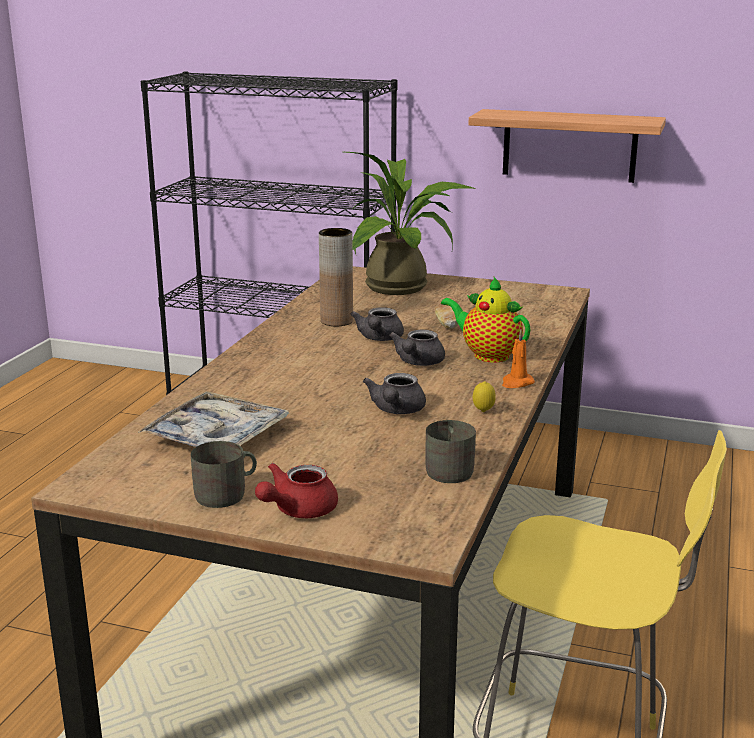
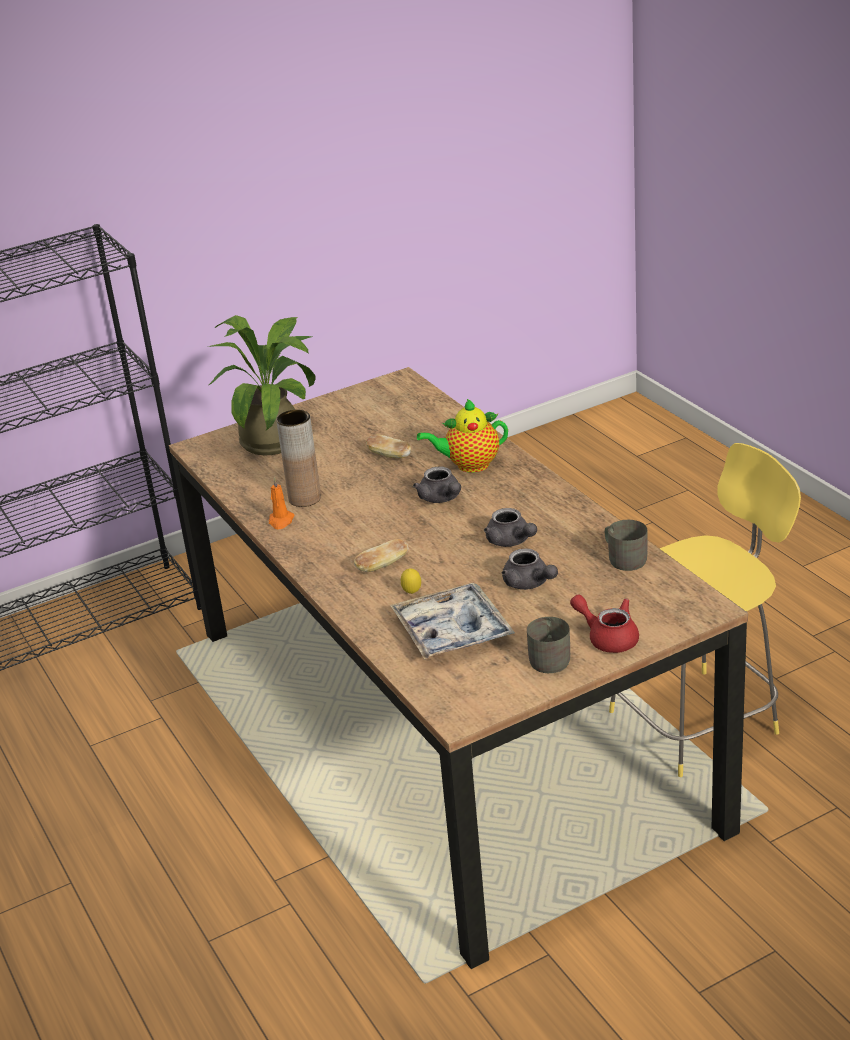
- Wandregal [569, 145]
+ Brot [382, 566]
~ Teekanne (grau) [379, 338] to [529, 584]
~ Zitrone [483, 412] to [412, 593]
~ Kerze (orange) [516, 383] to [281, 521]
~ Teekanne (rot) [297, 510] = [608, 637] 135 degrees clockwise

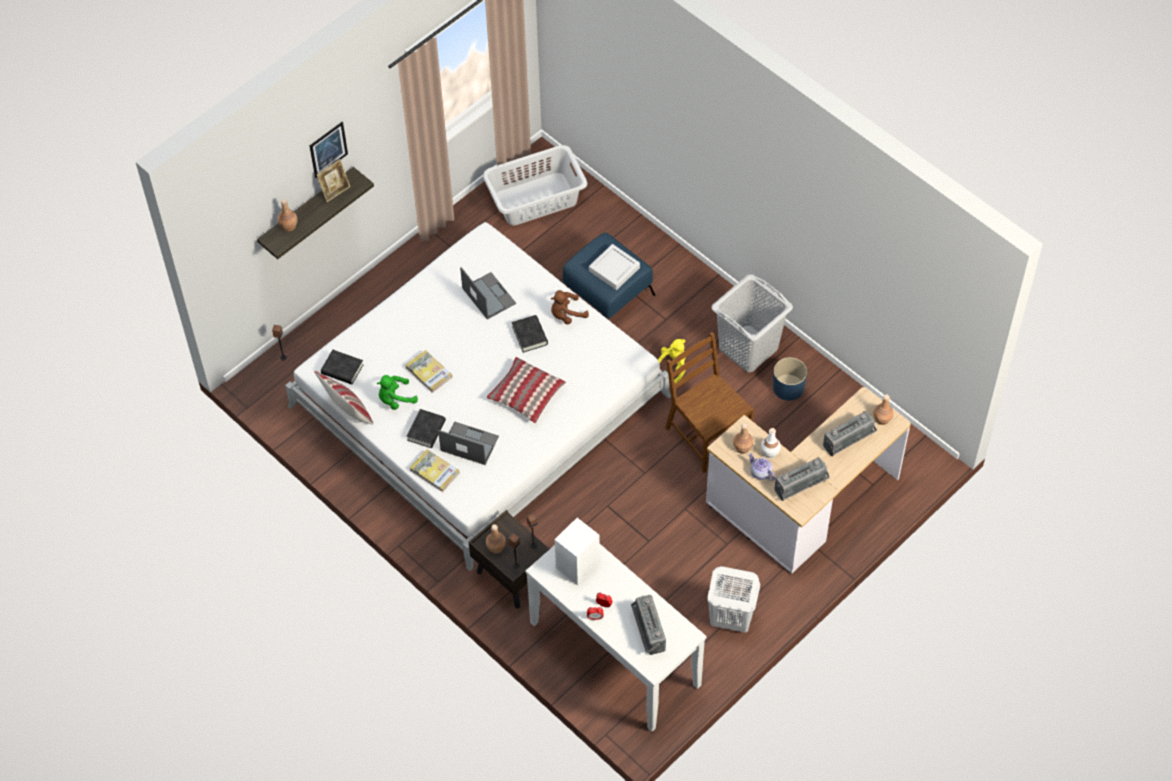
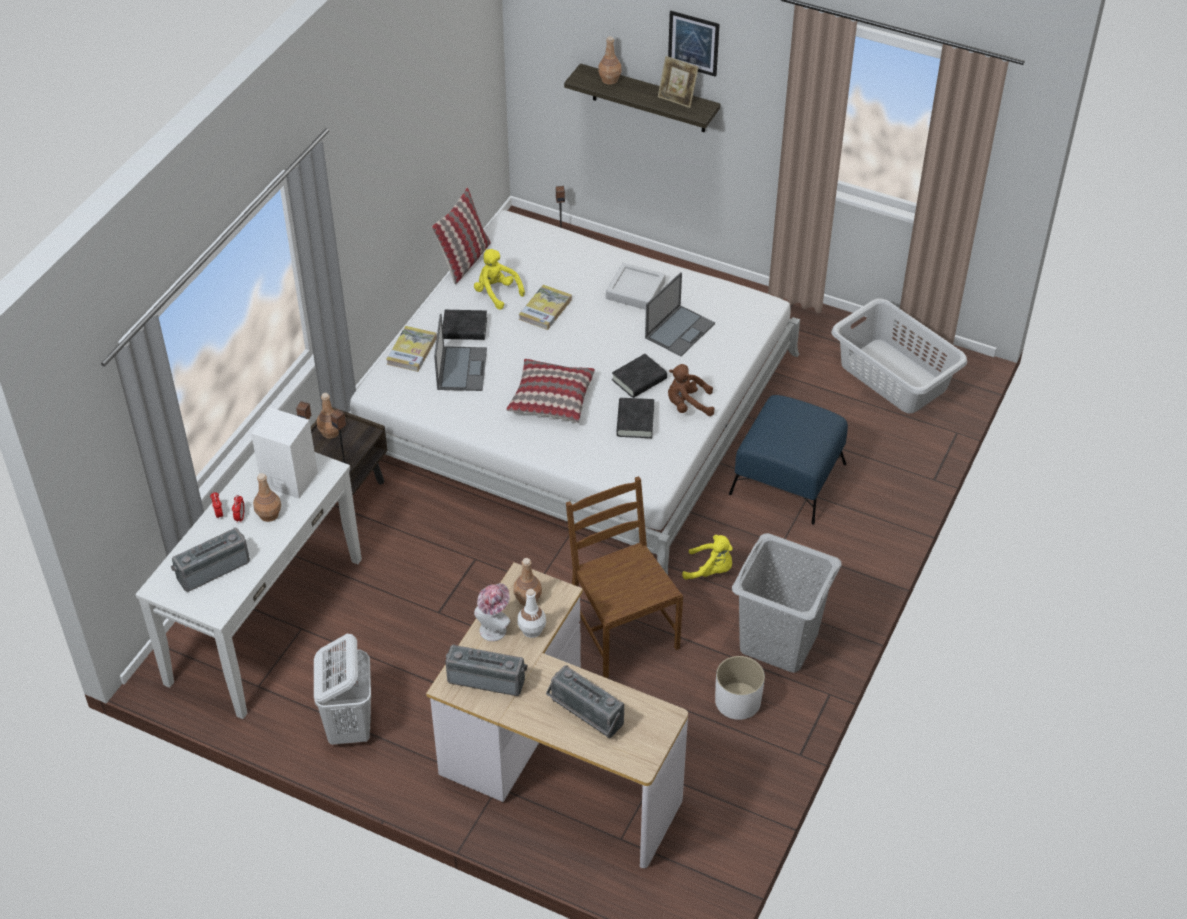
~ Buch (schwarz) [342, 369] to [635, 421]
~ Tablett (grau) [614, 269] to [635, 290]
~ Flasche (braun) [882, 419] to [268, 514]
~ Teekanne [760, 473] to Hut [494, 627]
~ Plüschtier (grün) [395, 399] to Plüschtier (gelb) [496, 293]
~ Pflanzkübel (blau) [788, 387] to Pflanzkübel (weiß) [737, 701]
~ Plüschtier (braun) [566, 315] = [688, 405] 45 degrees counterclockwise
~ Stuhl (braun) [706, 435] = [621, 630] 60 degrees counterclockwise
~ Radio [801, 487] = [487, 678] 150 degrees clockwise

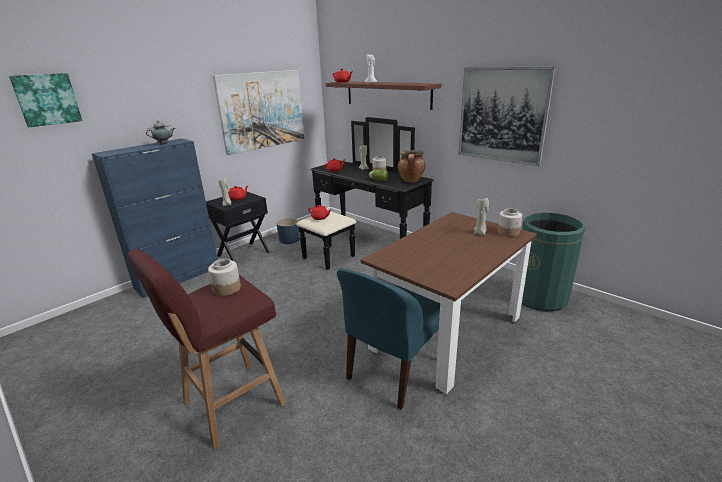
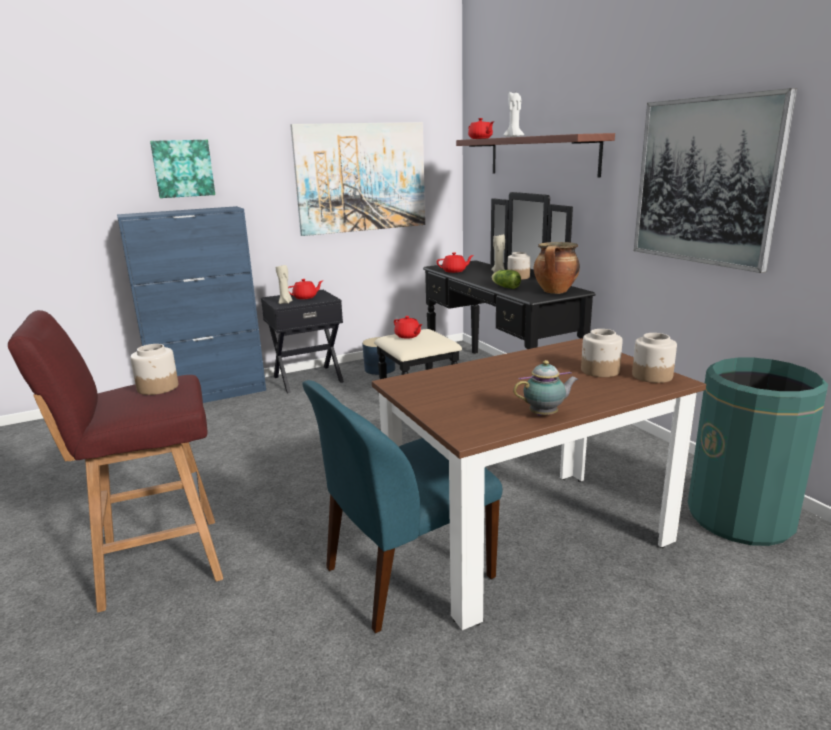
~ Bild [47, 99] to [183, 168]
~ Teekanne [164, 144] to [545, 415]
~ Kerze (beige) [480, 233] to Vorratsglas [599, 371]

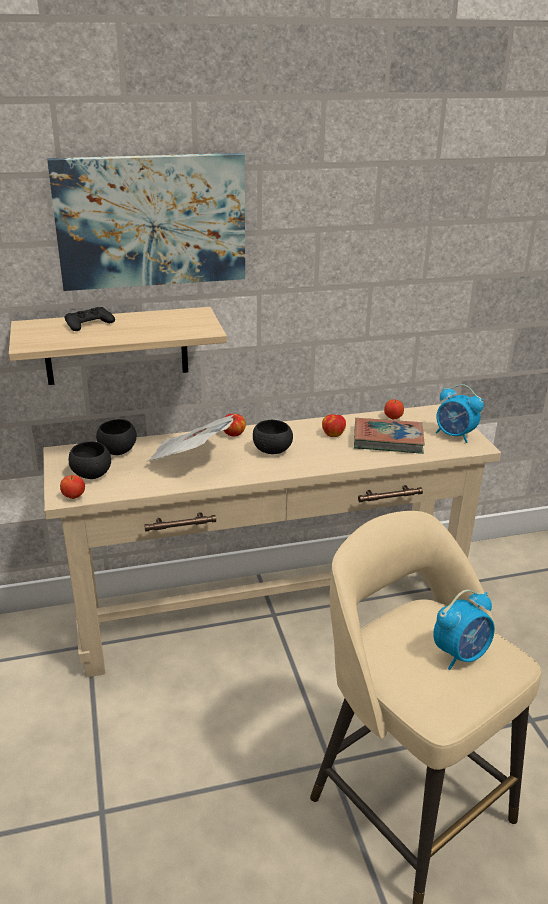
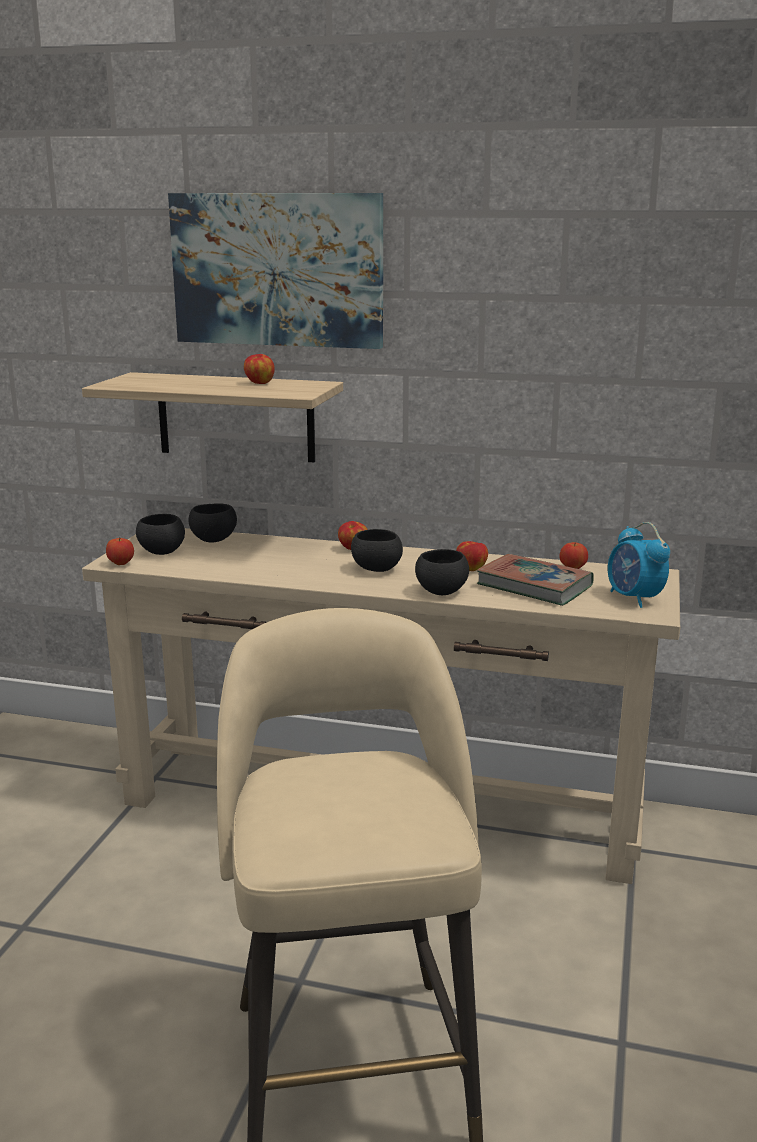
- Gamepad (schwarz) [89, 324]
- Zeitung [191, 459]
- Wecker [461, 654]
+ Apfel [259, 383]
+ Schüssel (schwarz) [441, 591]

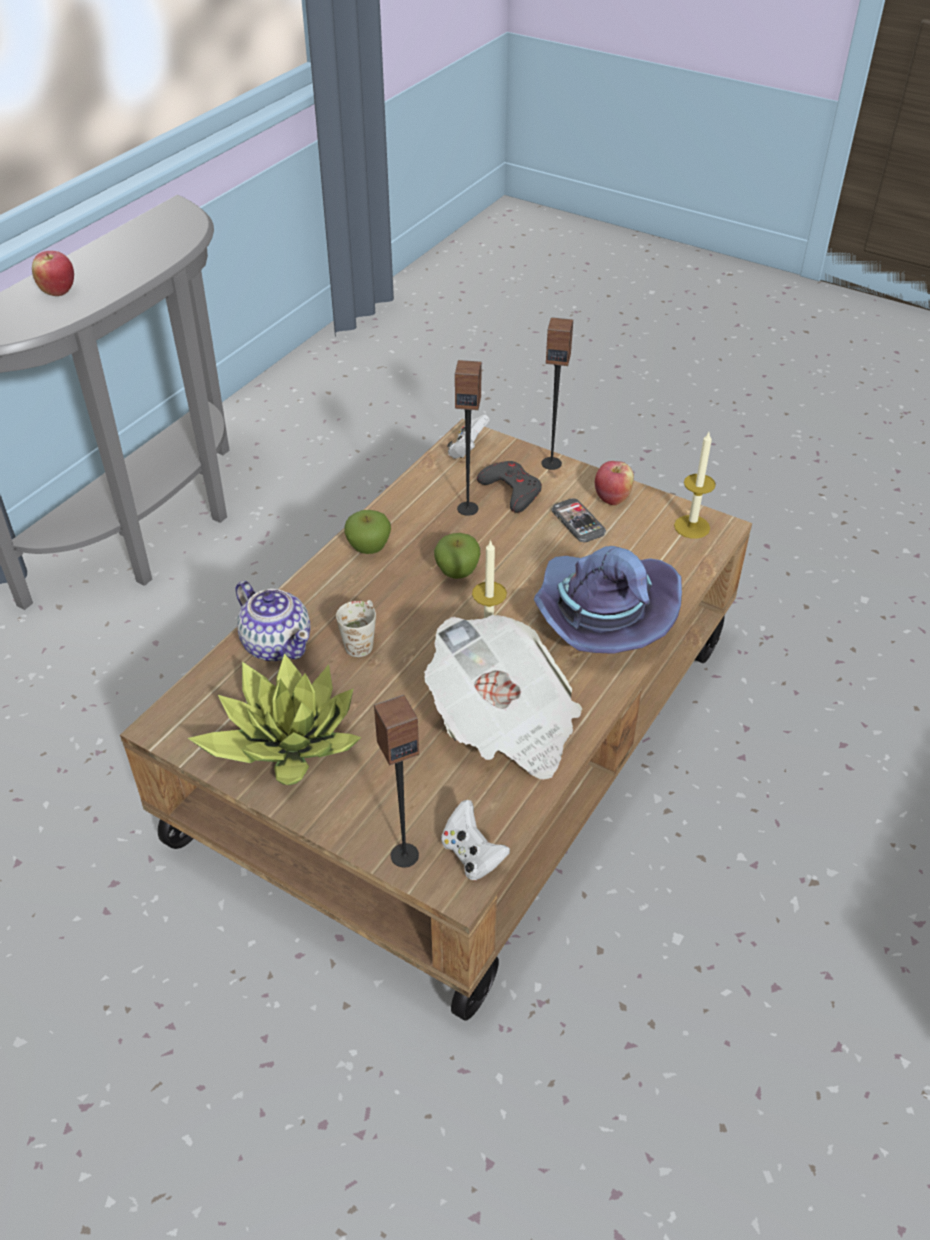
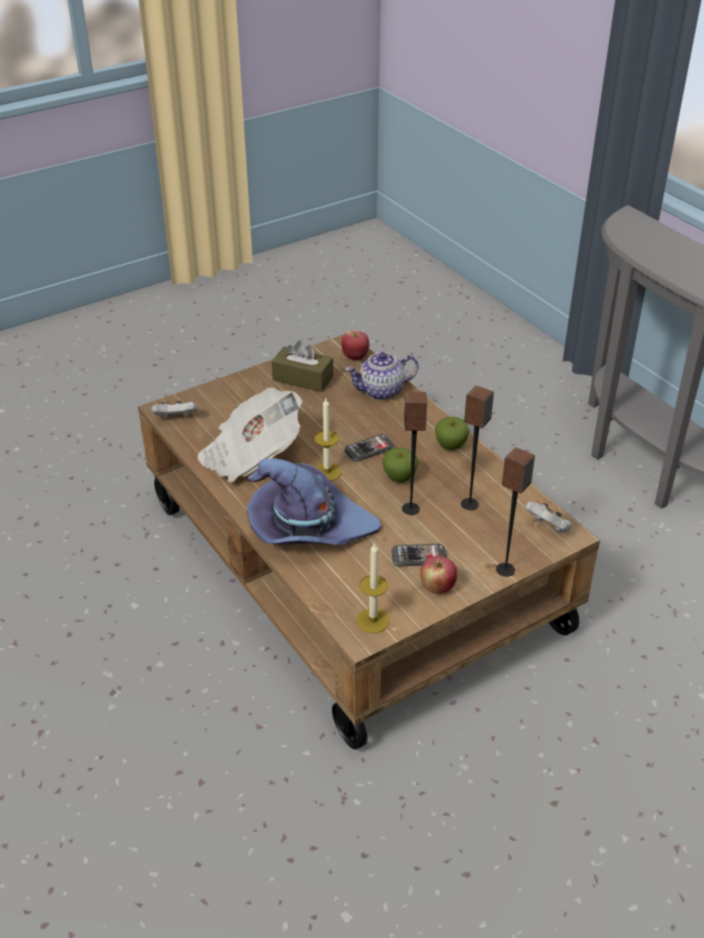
- Henkelbecher (weiß) [362, 640]
- Gamepad (grau) [511, 490]
+ Handy [369, 449]
~ Apfel [58, 292] to [355, 357]
~ Lautsprecher [404, 855] to [411, 509]
~ Topfpflanze [284, 741] to Taschentuchbox (braun) [303, 378]

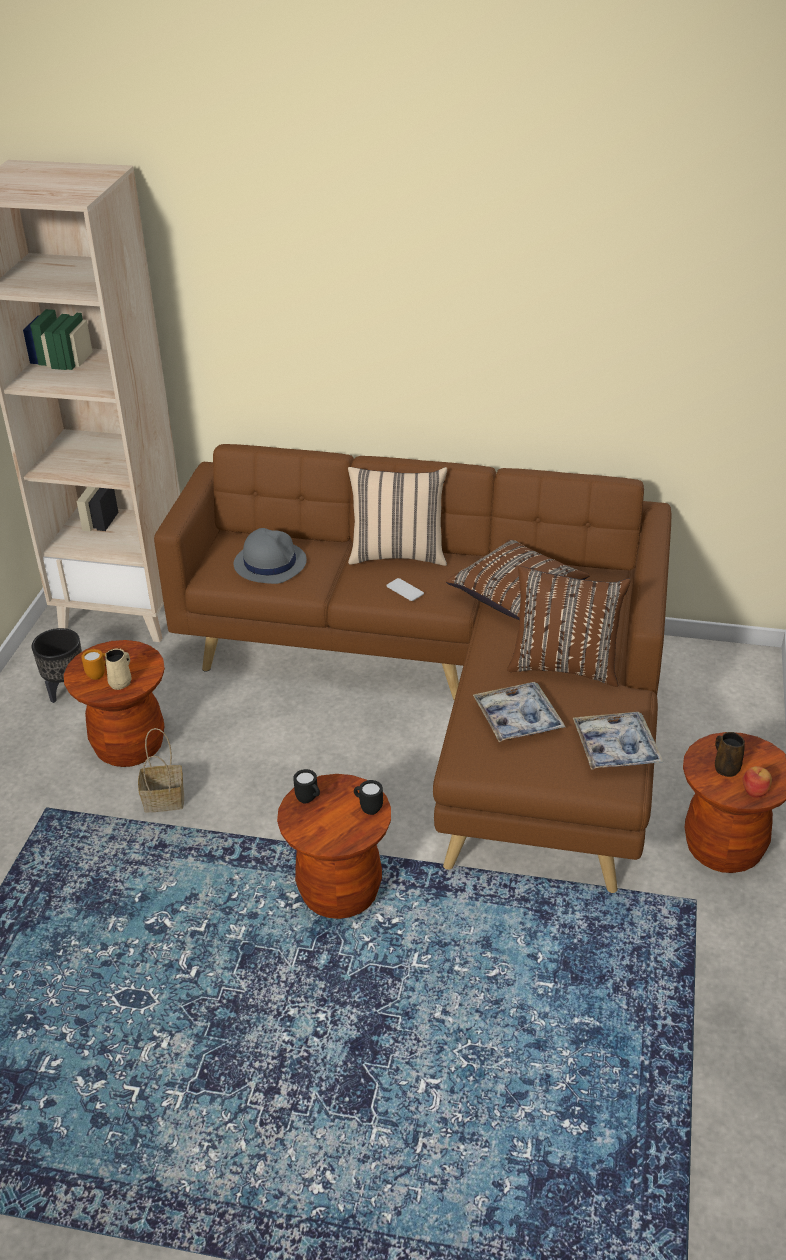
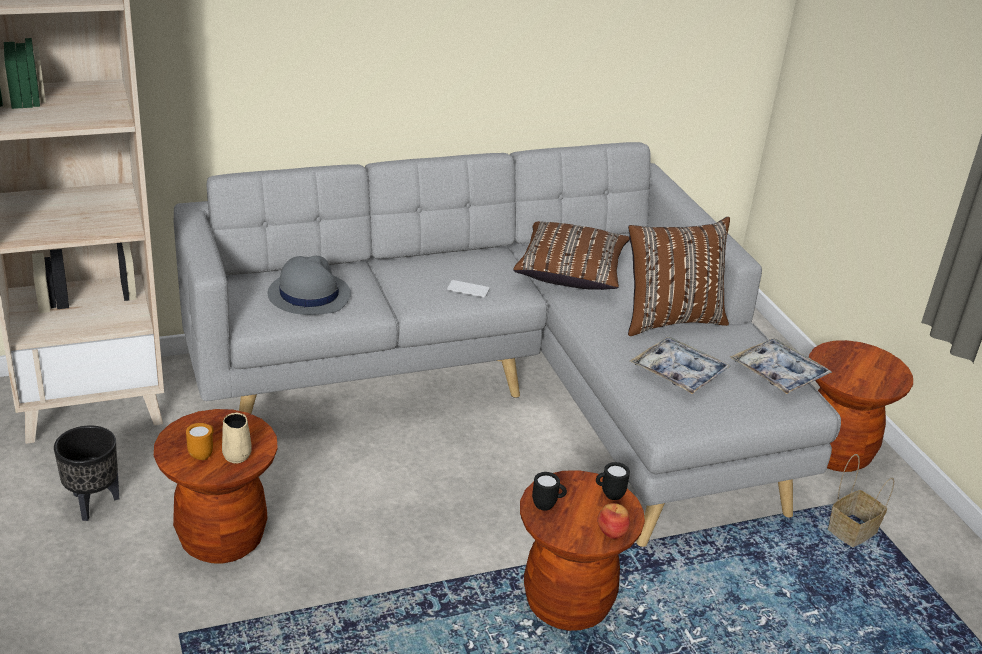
- Kissen (beige) [398, 554]
- Henkelbecher (braun) [726, 768]
~ Korb [165, 799] to [852, 530]
~ Apfel [755, 791] to [612, 531]
~ Sofa (braun) [455, 701] to Sofa (grau) [515, 398]

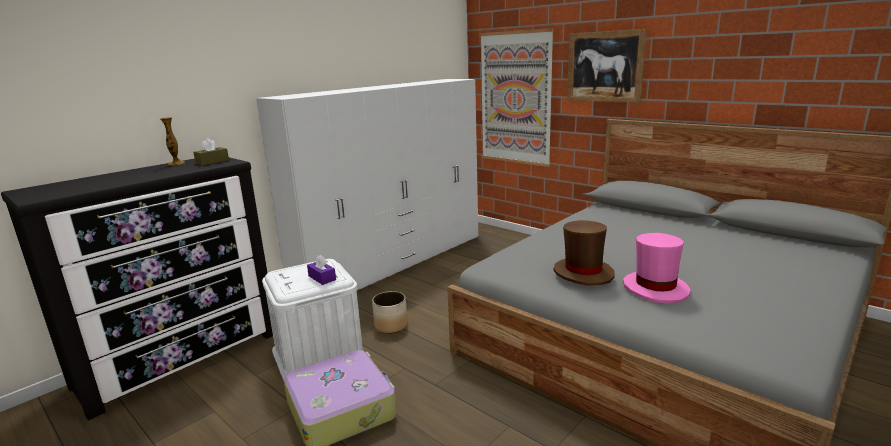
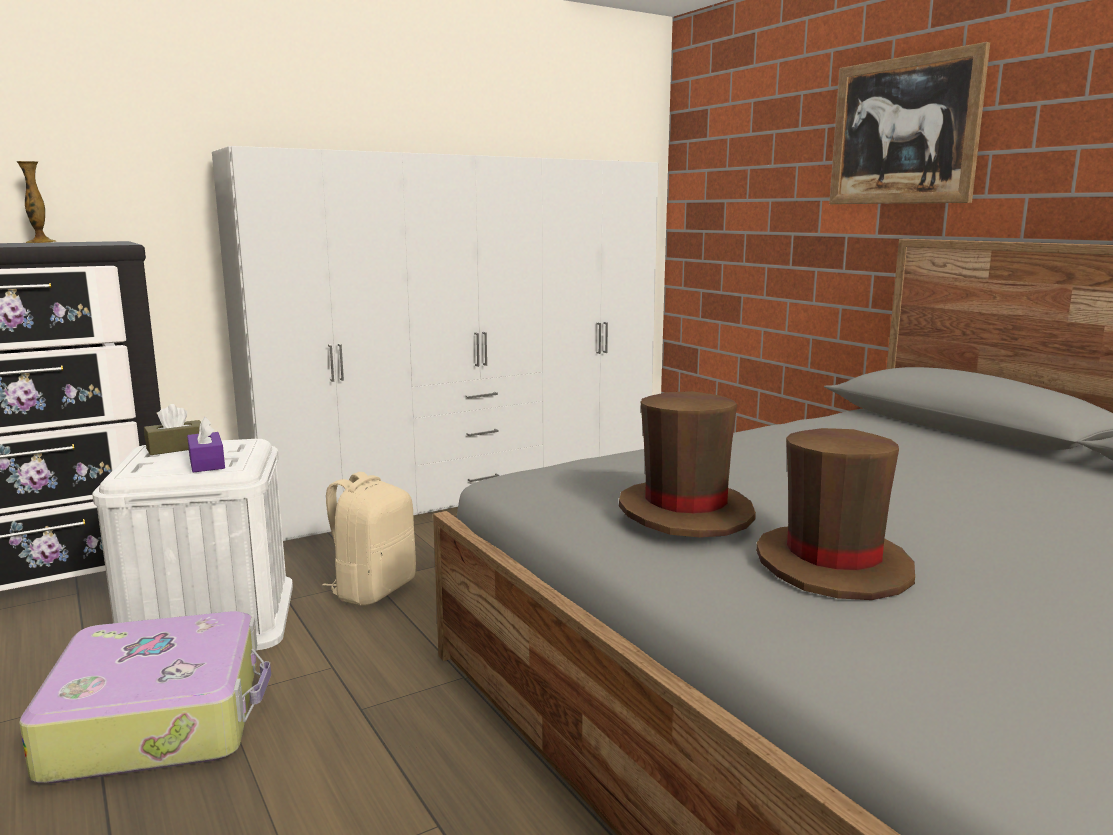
- Bild [515, 99]
~ Taschentuchbox (braun) [212, 162] to [176, 448]
~ Pflanzkübel [391, 325] to Rucksack (beige) [373, 589]
~ Hut (rosa) [655, 288] to Hut (braun) [833, 565]

